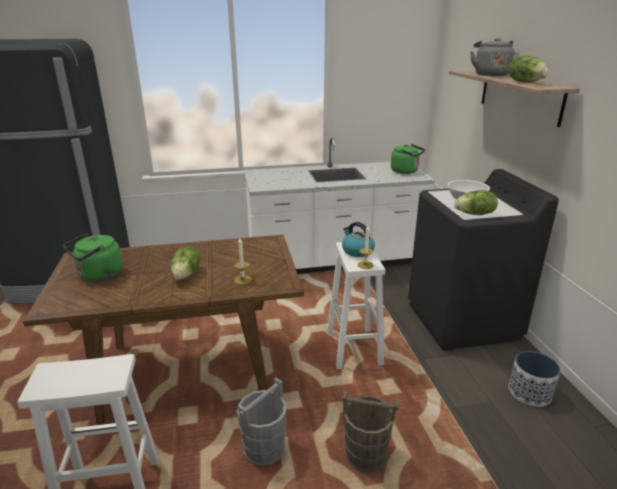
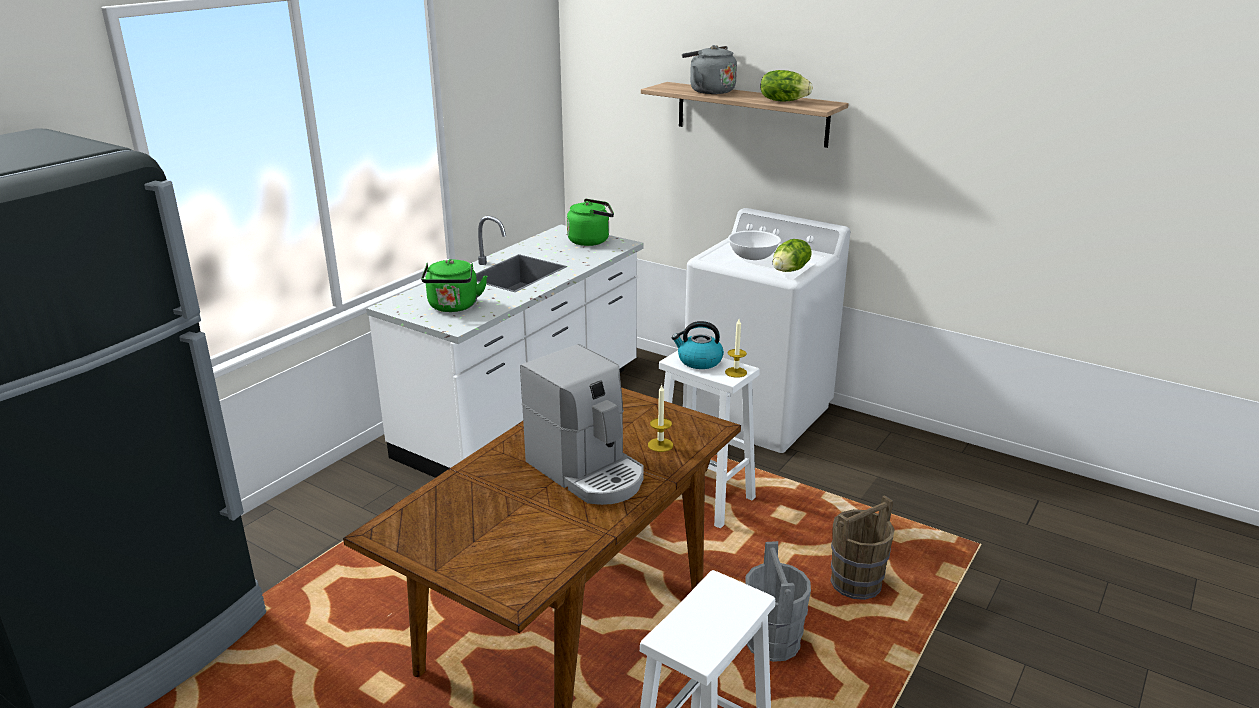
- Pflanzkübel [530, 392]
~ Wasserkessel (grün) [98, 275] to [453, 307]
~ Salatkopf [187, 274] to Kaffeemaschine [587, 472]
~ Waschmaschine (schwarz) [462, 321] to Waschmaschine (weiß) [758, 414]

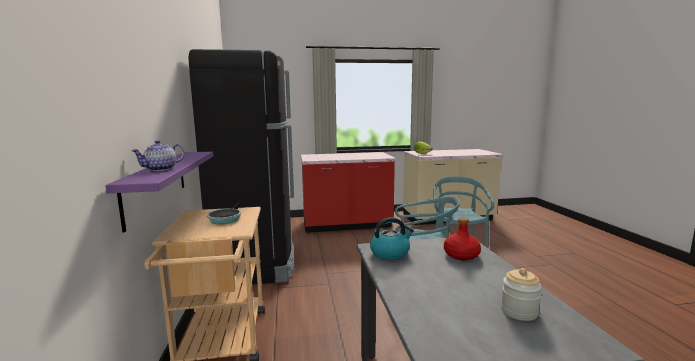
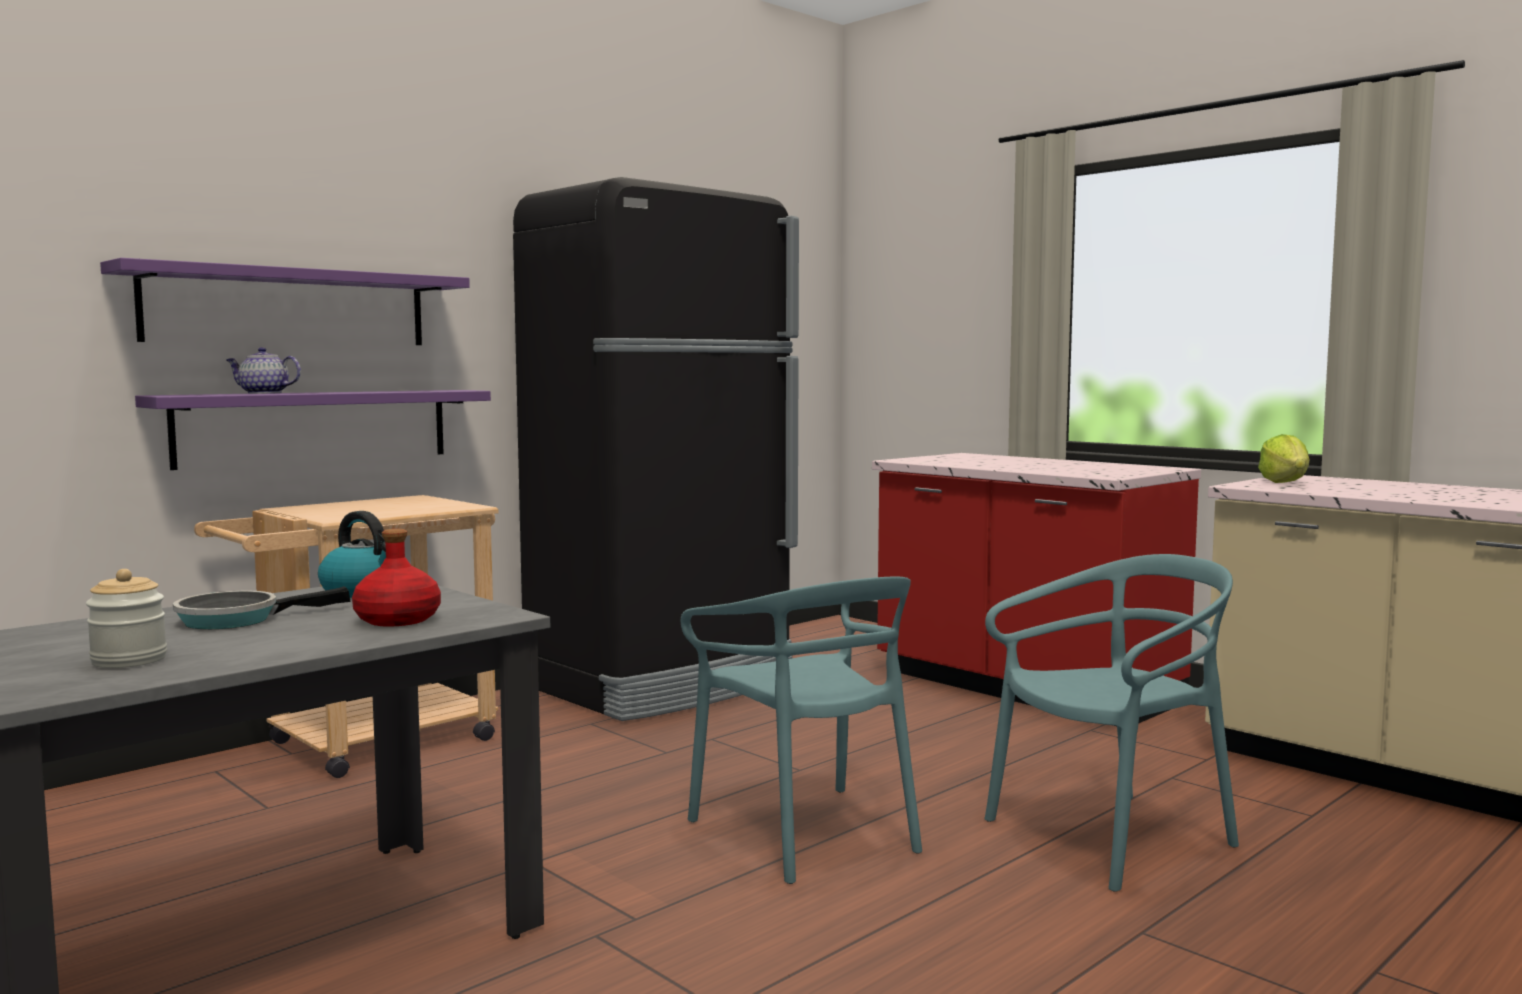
+ Wandregal (lila) [289, 308]
~ Pfanne [225, 219] to [237, 619]

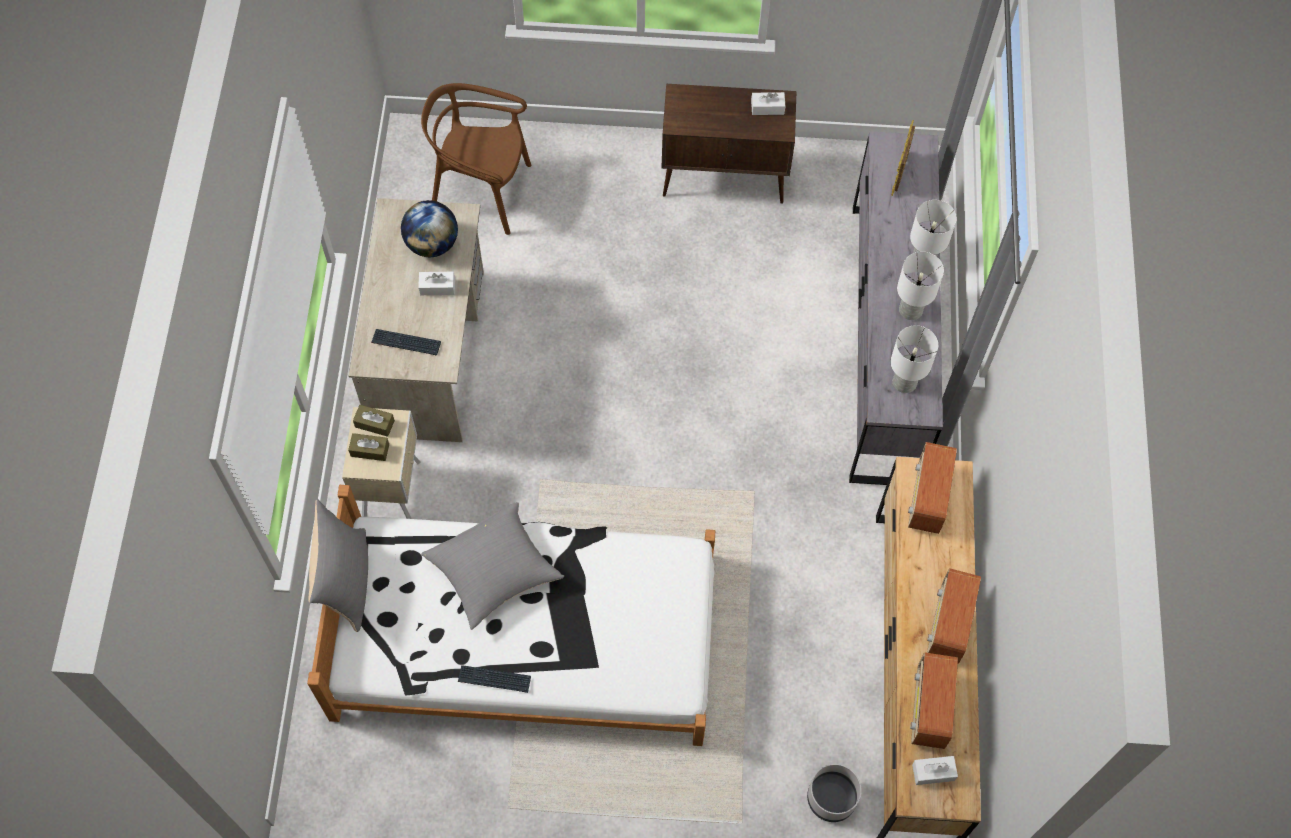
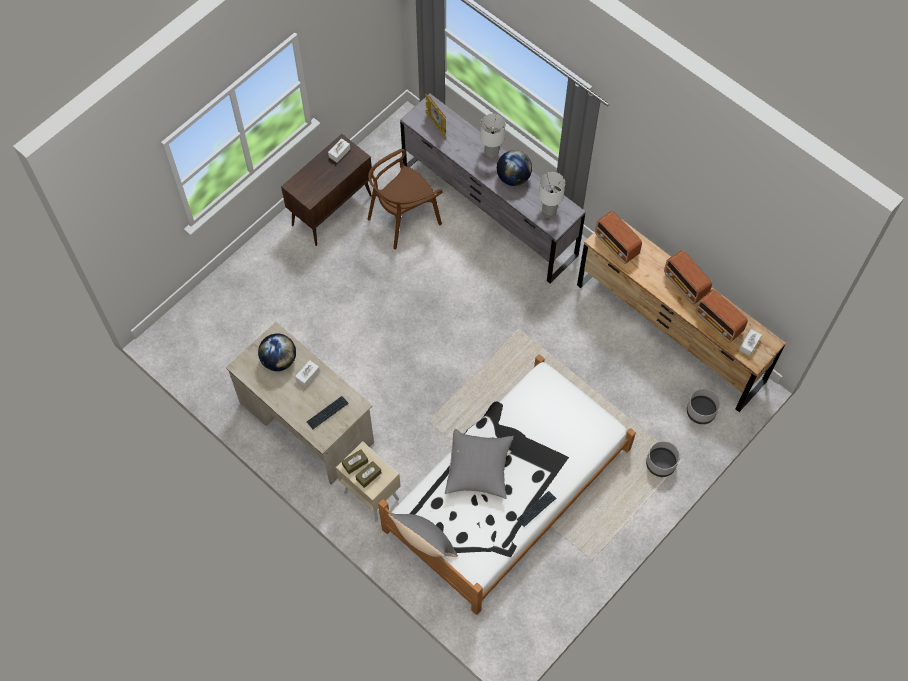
+ Pflanzkübel (grau) [661, 463]
~ Stuhl (braun) [482, 191] to [403, 219]
~ Tischlampe (weiß) [910, 309] to Globus [513, 177]

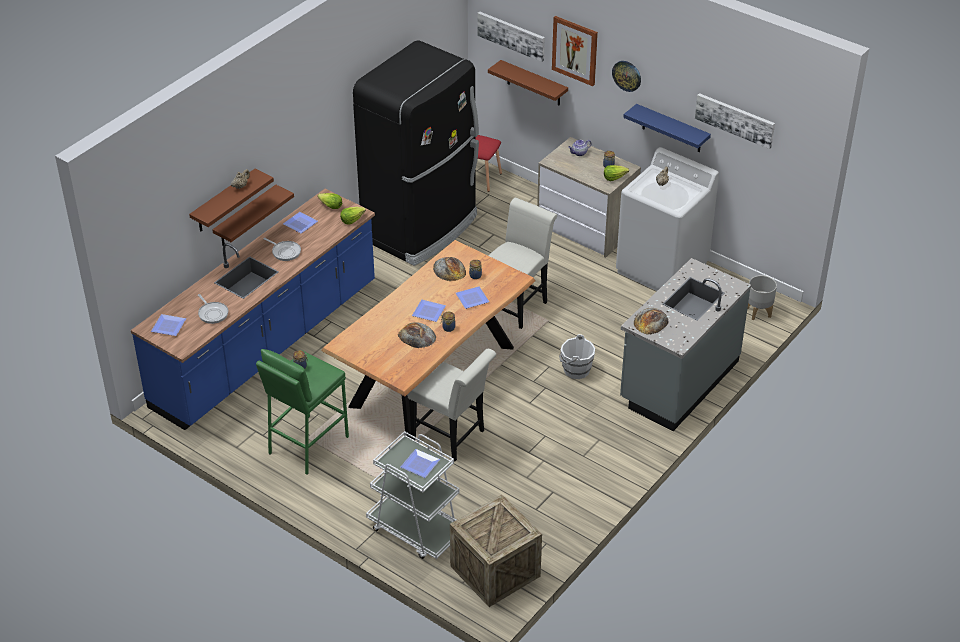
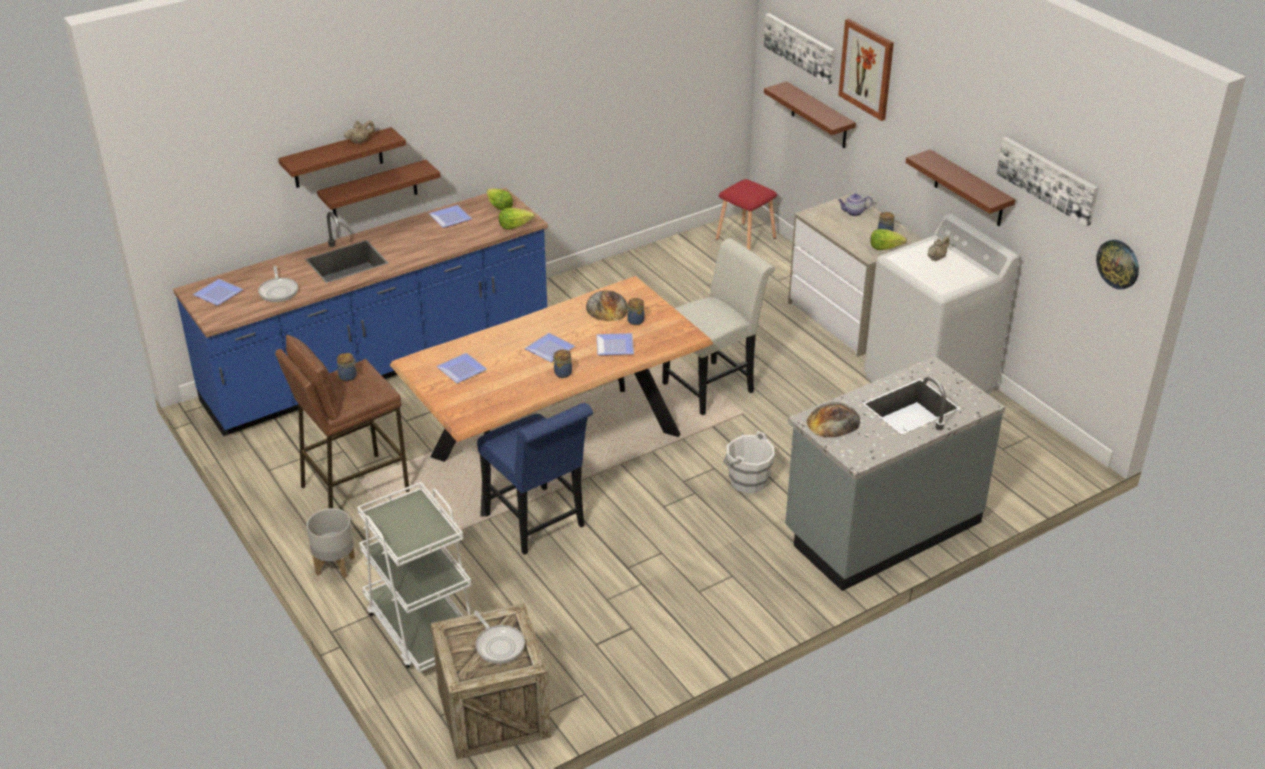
- Kühlschrank (schwarz) [422, 228]
- Brot [417, 336]
~ Pfanne [285, 252] to [498, 645]
~ Teller [418, 465] to [460, 370]
~ Wanduhr [627, 75] to [1118, 264]
~ Pflanzkübel (grau) [758, 312] to [334, 566]
~ Hocker (grün) [307, 445] to Hocker (braun) [354, 488]
~ Stuhl (weiß) [452, 437] to Stuhl (blau) [538, 524]
~ Wandregal (blau) [672, 129] to Wandregal (braun) [969, 189]

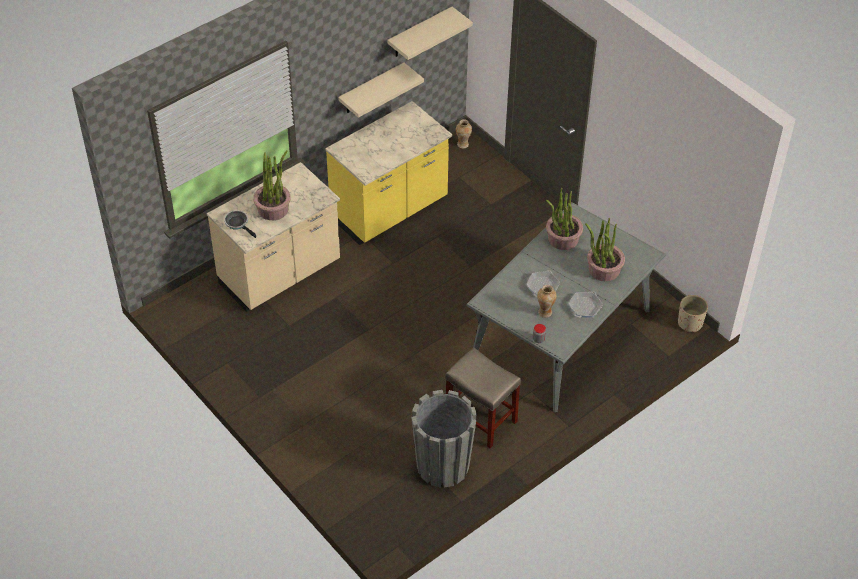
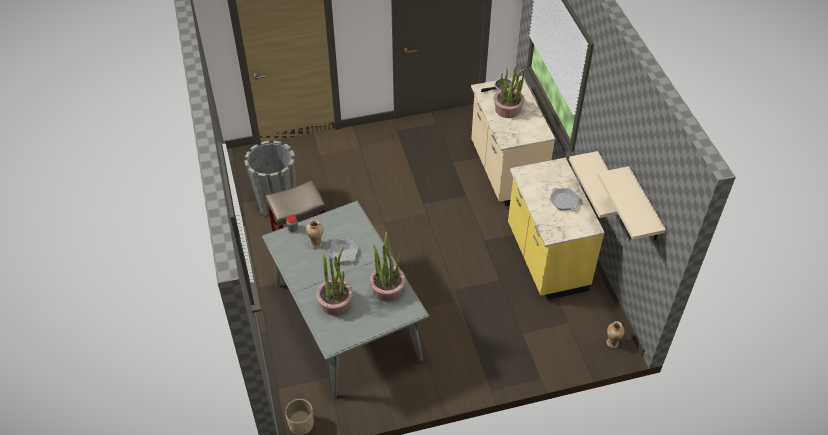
~ Pfanne [585, 307] to [564, 201]

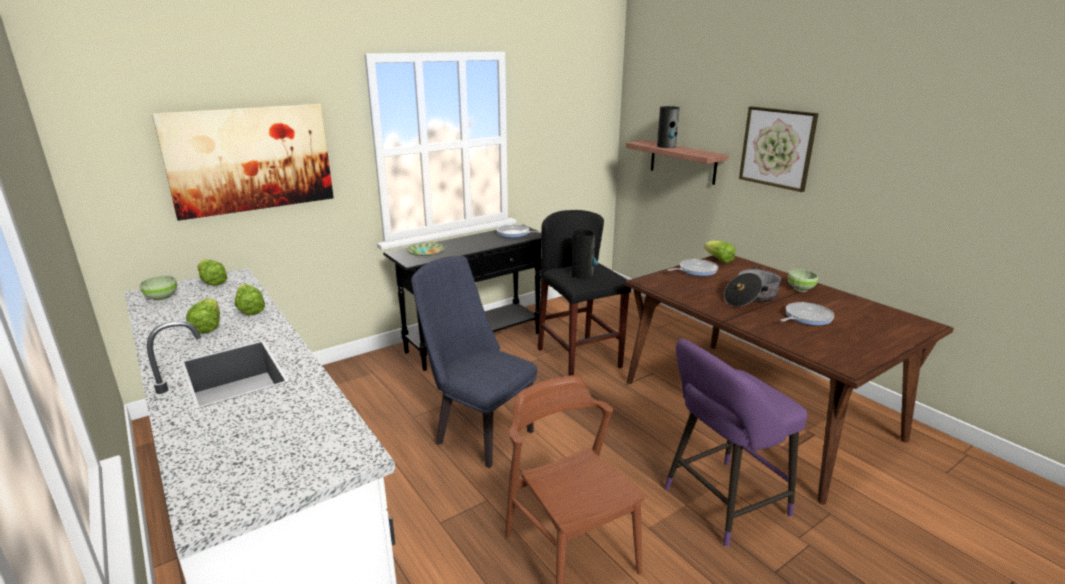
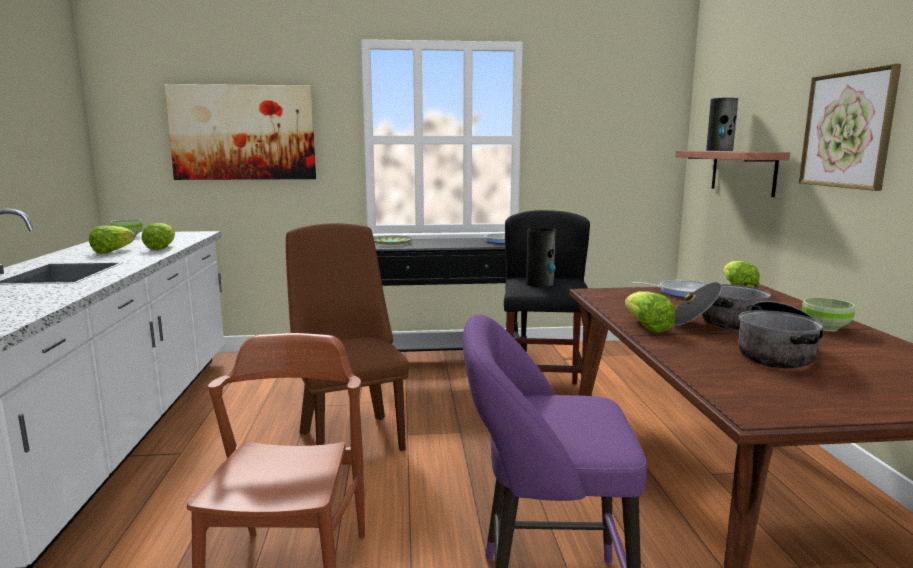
~ Salatkopf [212, 282] to [646, 327]
~ Pfanne [806, 317] to Kochtopf [778, 353]
~ Stuhl (blau) [478, 433] to Stuhl (braun) [349, 436]

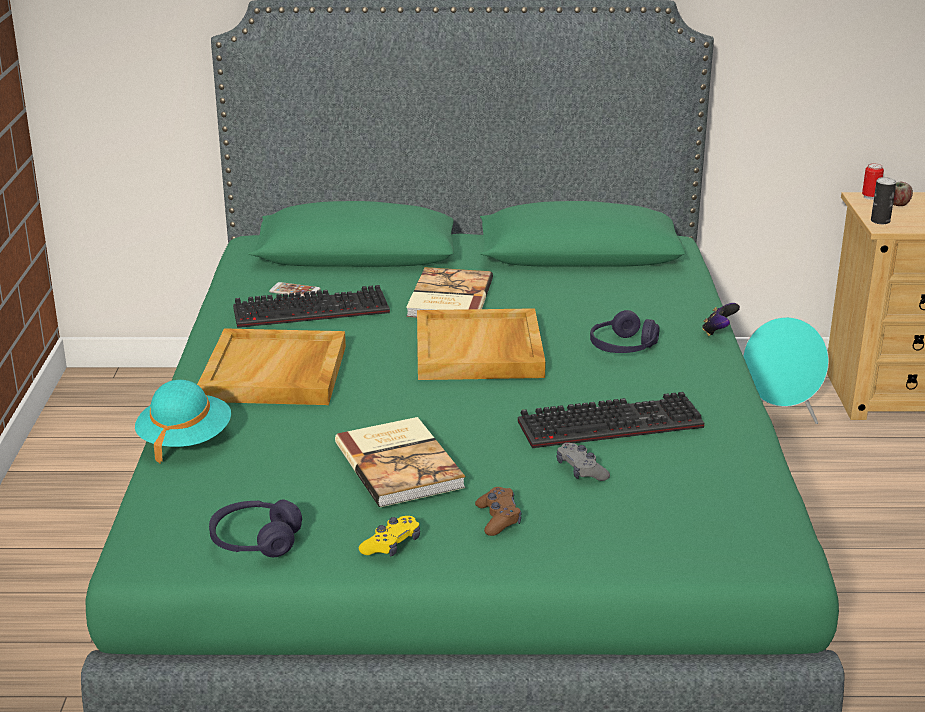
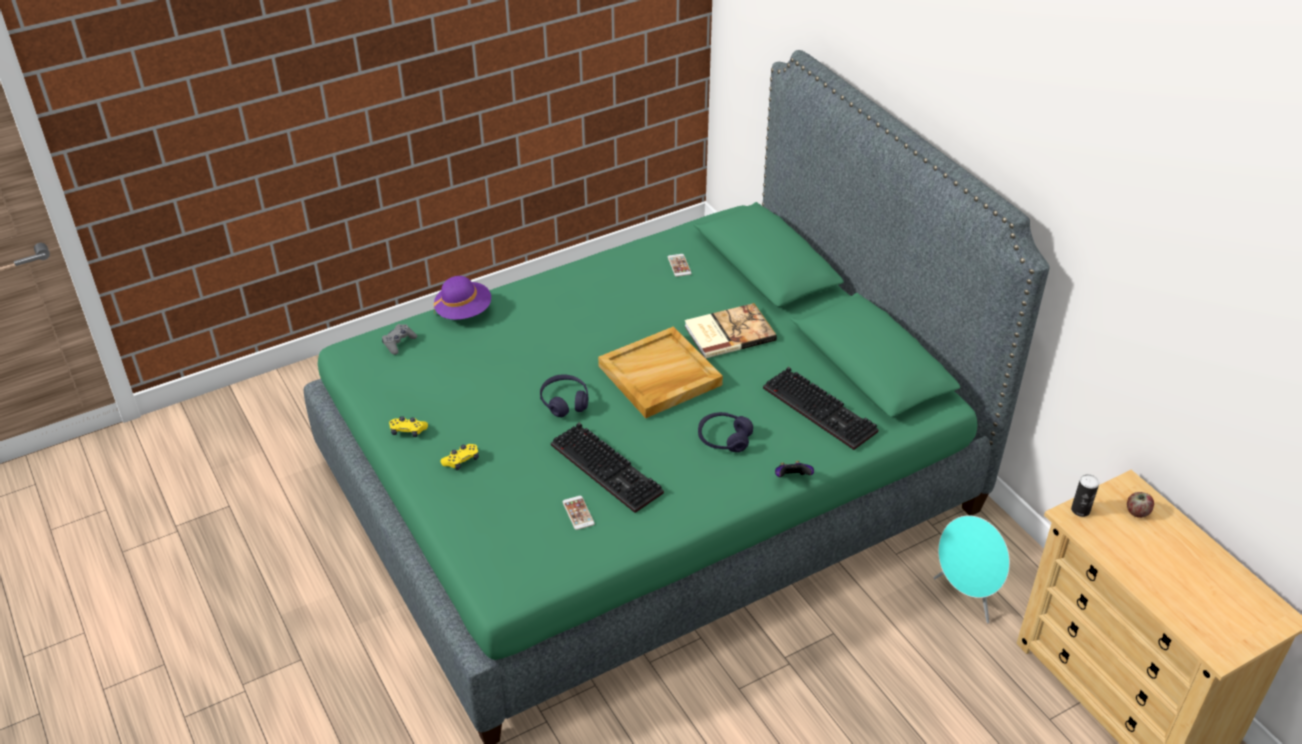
- Tablett (beige) [275, 373]
- Buch [401, 464]
- Dose [870, 197]
+ Handy [578, 513]
~ Kopfhörer (lila) [255, 541] to [564, 401]
~ Tastatur [313, 310] to [822, 410]
~ Gamepad (grau) [581, 470] to [399, 343]
~ Hut (türkis) [185, 440] to Hut (lila) [464, 311]
~ Gamepad (braun) [498, 519] to Gamepad (gelb) [461, 461]

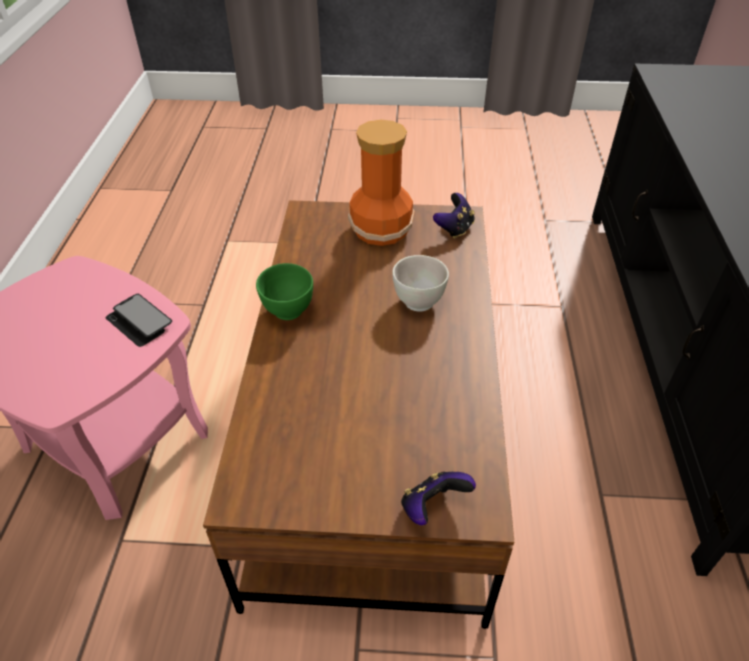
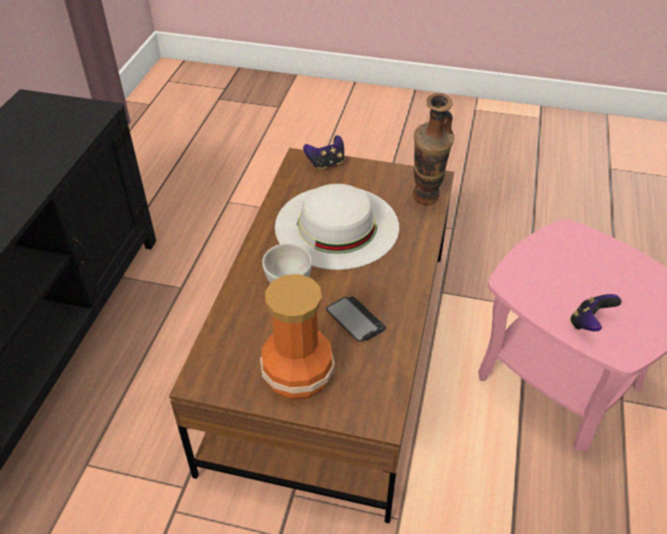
- Schüssel (grün) [288, 311]
+ Hut (weiß) [337, 226]
+ Vase [425, 203]
~ Handy [139, 321] to [355, 320]
~ Gamepad [454, 229] to [589, 323]

